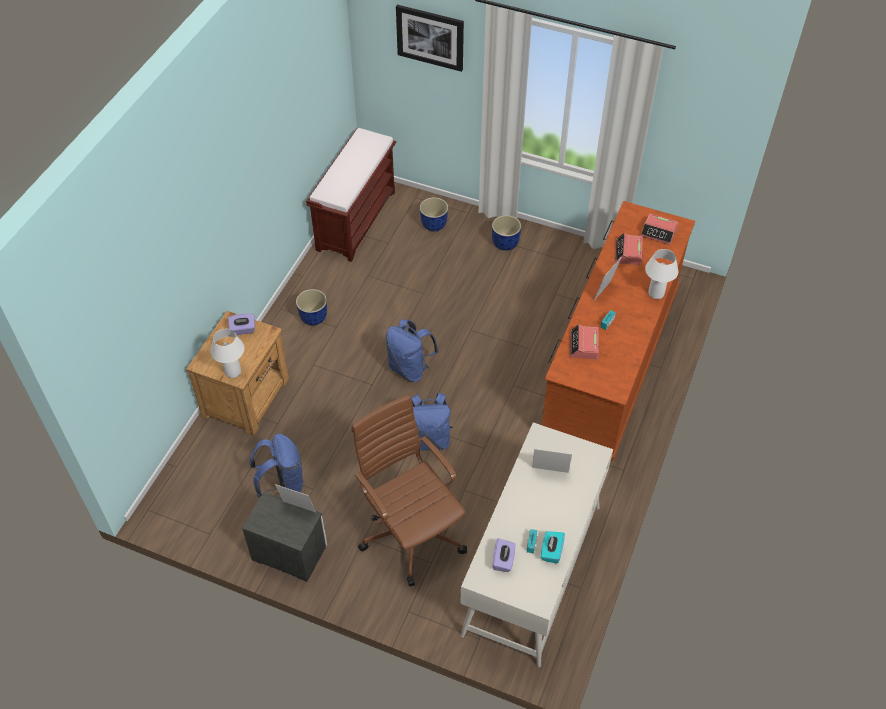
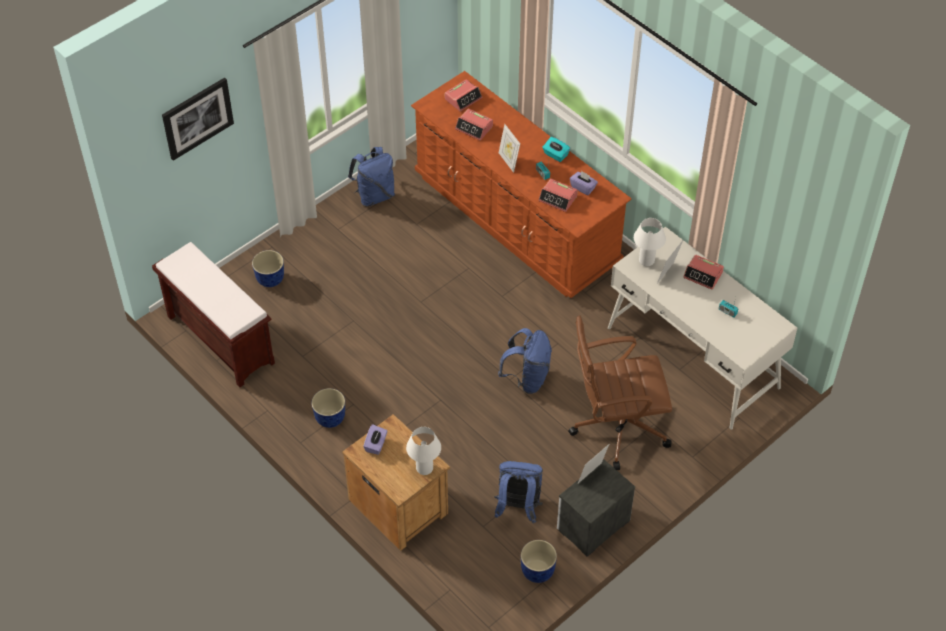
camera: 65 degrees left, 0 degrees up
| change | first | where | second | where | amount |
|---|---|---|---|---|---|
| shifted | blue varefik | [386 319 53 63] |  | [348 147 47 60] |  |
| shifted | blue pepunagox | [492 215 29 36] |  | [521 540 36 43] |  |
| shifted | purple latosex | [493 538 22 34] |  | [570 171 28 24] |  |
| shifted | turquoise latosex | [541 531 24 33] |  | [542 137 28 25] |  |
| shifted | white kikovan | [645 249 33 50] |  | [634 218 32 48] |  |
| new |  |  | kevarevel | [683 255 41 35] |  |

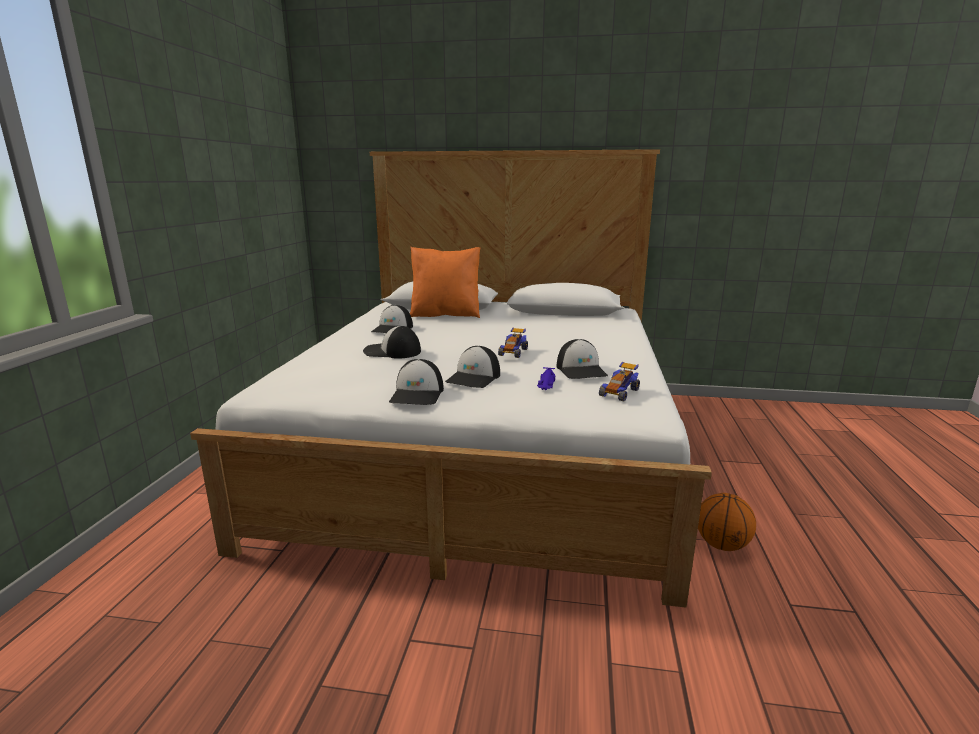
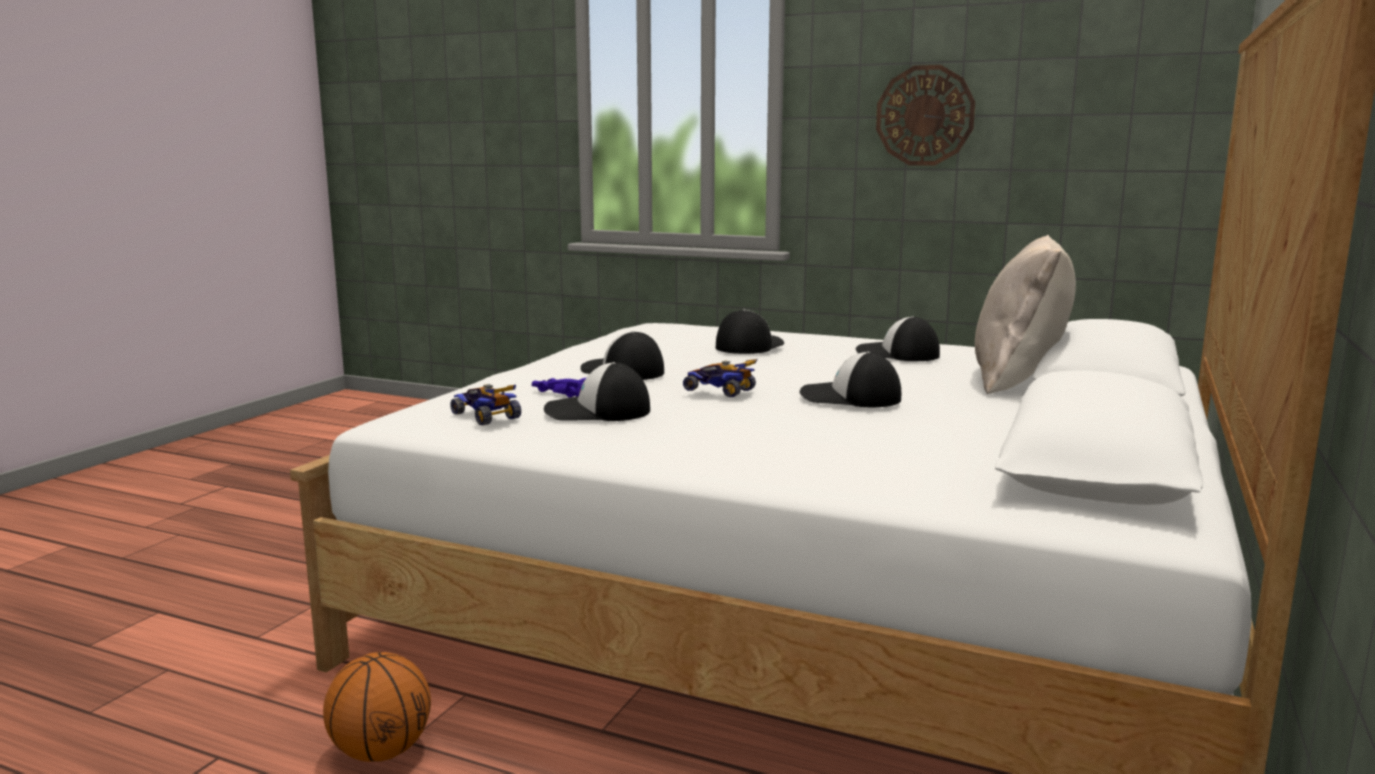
camera: 105 degrees right, 5 degrees down
| change | first | where | second | where | amount |
|---|---|---|---|---|---|
| shifted | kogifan | [389 359 55 46] |  | [800 352 101 55] |  |
| repainted | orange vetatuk | [410 247 70 71] | beige vetatuk | [975 235 101 159] |  |
| new |  |  | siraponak | [876 65 99 101] |  |

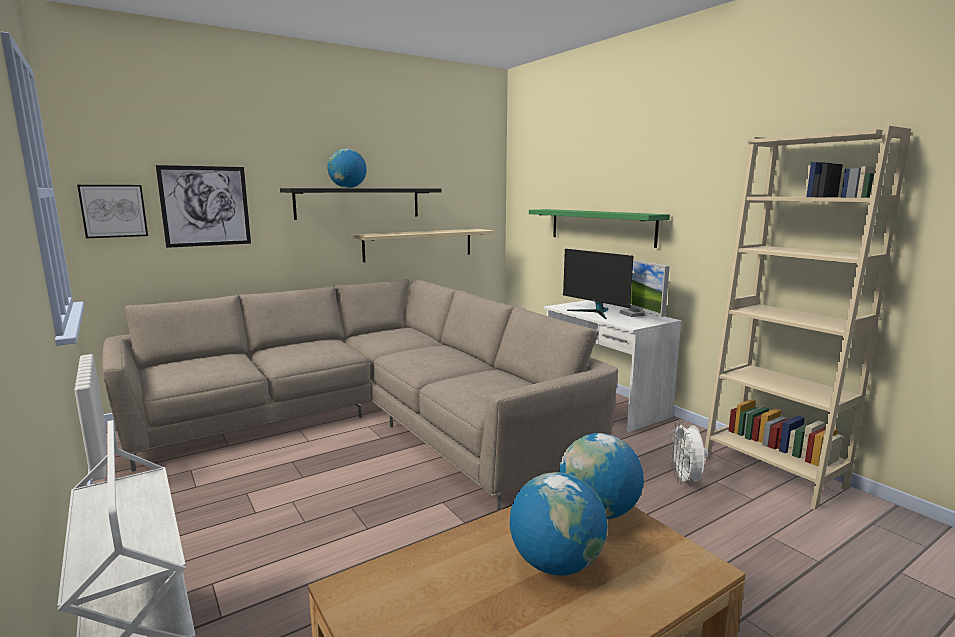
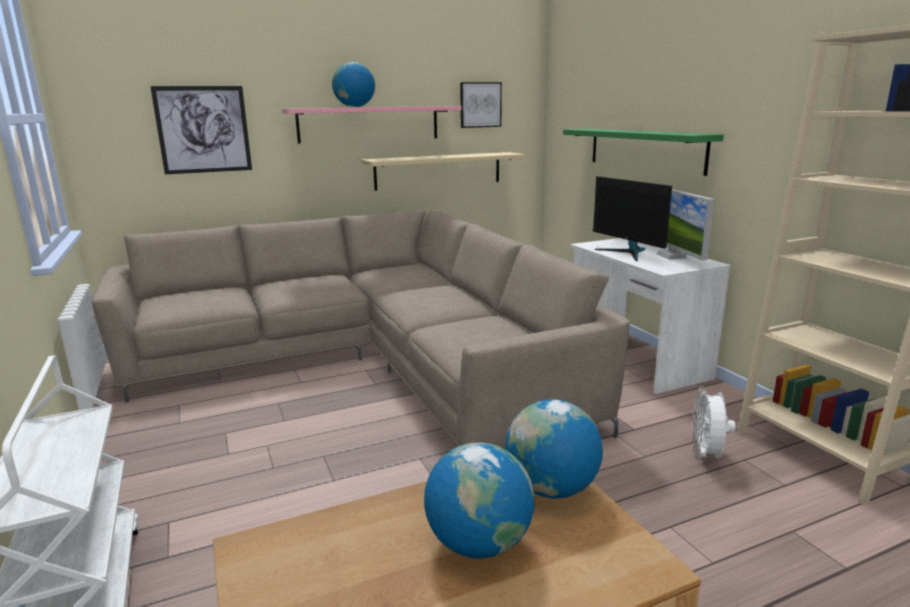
camera: 10 degrees right, 5 degrees up
| change | first | where | second | where | amount |
|---|---|---|---|---|---|
| shifted | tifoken | [77 185 71 53] |  | [460 82 42 46] |  |
| repainted | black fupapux | [280 188 161 32] | pink fupapux | [282 106 180 38] |  |

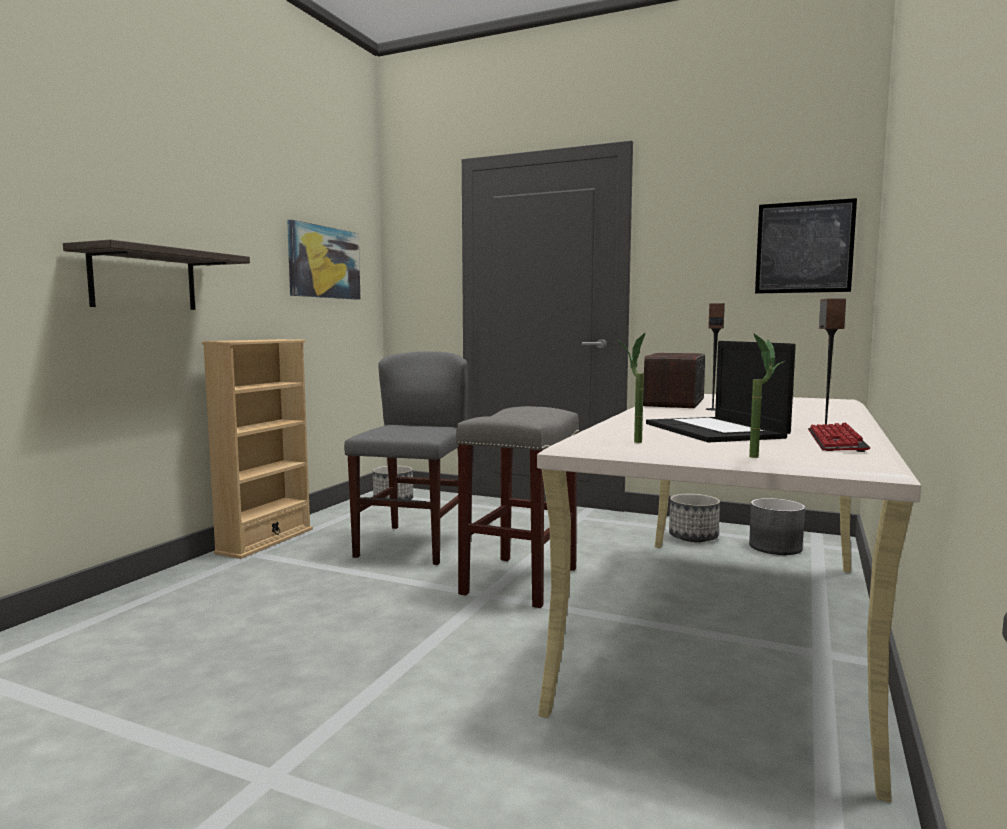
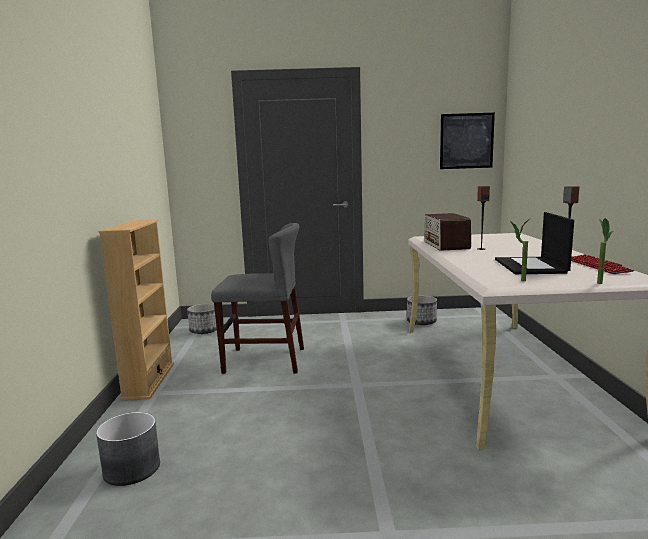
camera: 25 degrees left, 5 degrees up
| change | first | where | second | where | amount |
|---|---|---|---|---|---|
| gone | fupapux | [63 239 187 71] |  |  |  |
| gone | tifoken | [287 220 73 79] |  |  |  |
| rotated | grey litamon | [344 351 124 214] |  | [211 223 93 151] | 105 degrees clockwise |
| gone | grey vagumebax | [456 406 123 202] |  |  |  |
| rotated | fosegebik | [646 341 150 102] |  | [495 212 79 62] | 45 degrees clockwise |
| shifted | grey pepunagox | [749 498 56 57] |  | [96 412 64 74] |  |

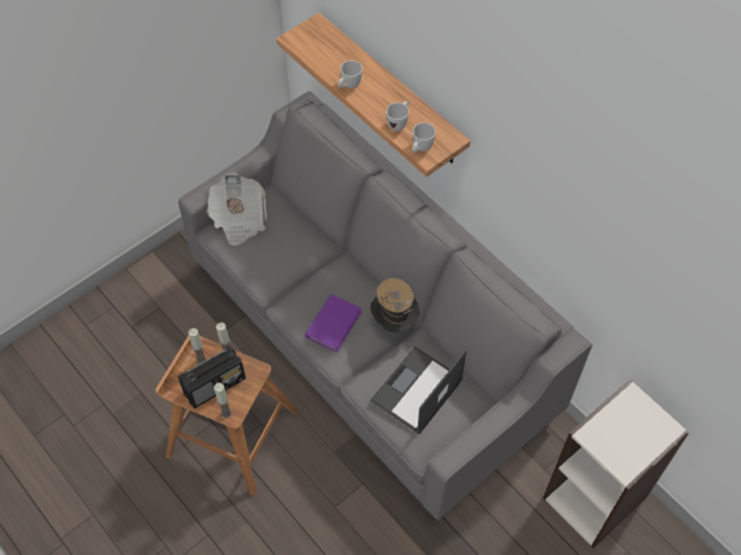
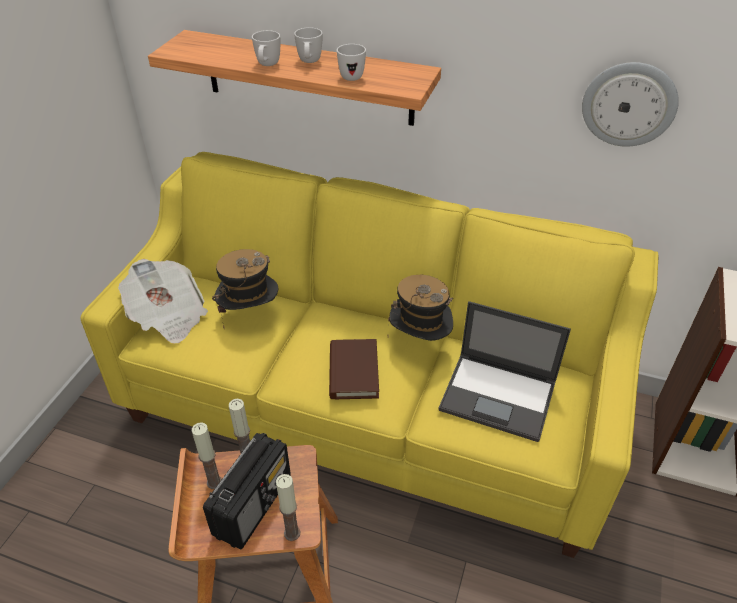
camera: 30 degrees left, 15 degrees down
| change | first | where | second | where | amount |
|---|---|---|---|---|---|
| repainted | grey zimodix | [178 91 415 430] | yellow zimodix | [80 152 578 406] |  |
| repainted | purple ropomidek | [305 294 57 59] | brown ropomidek | [329 339 50 60] |  |
| rotated | fosegebik | [370 347 97 88] |  | [439 301 132 141] | 75 degrees counterclockwise |
| shifted | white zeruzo | [412 123 24 30] |  | [294 27 29 36] |  |
| new |  |  | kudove | [212 249 66 79] |  |
| new |  |  | siraponak | [582 62 97 85] |  |

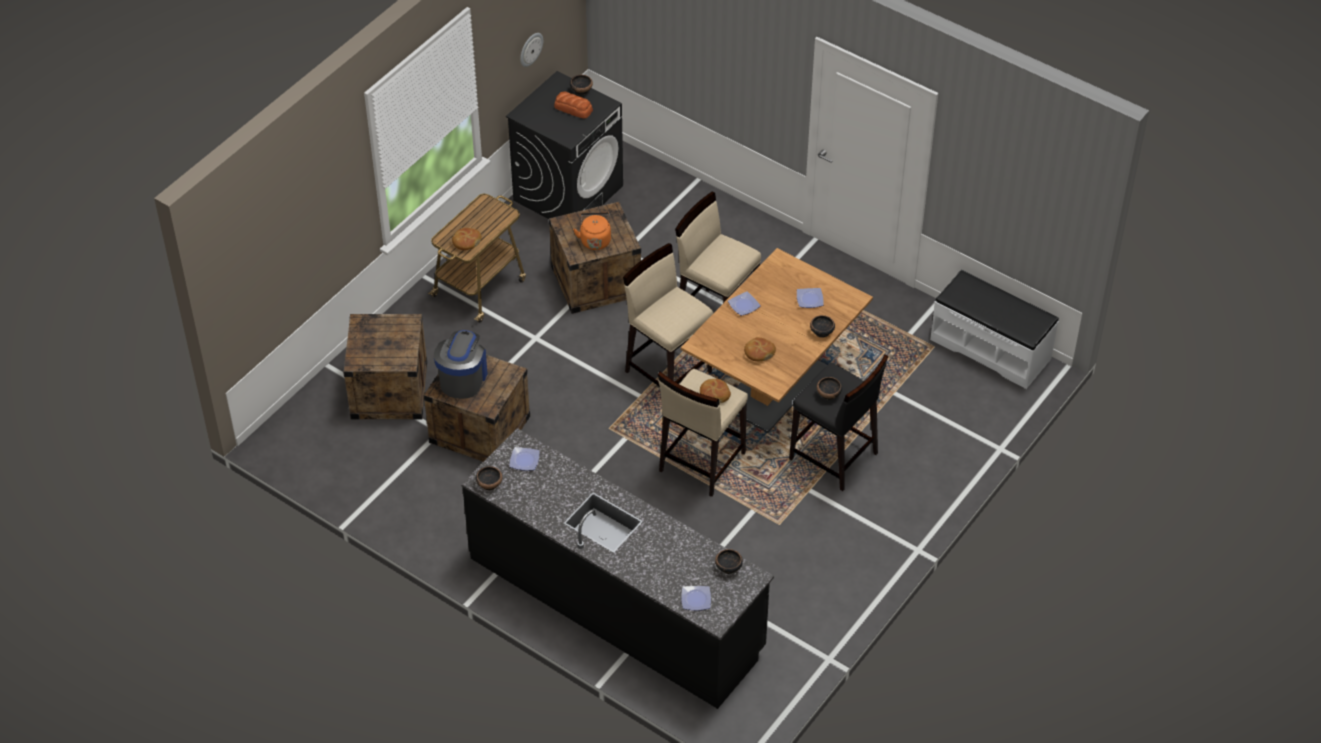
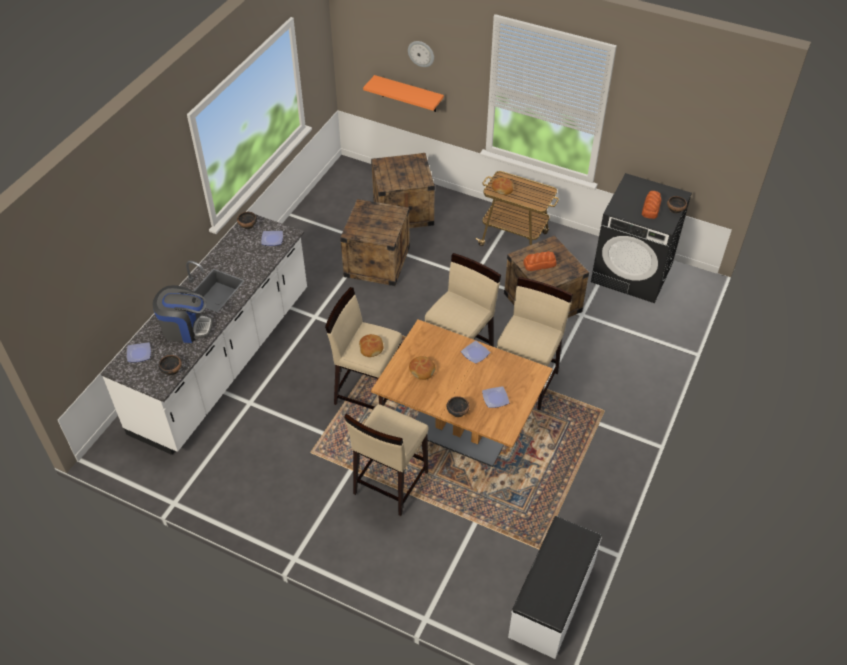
camera: 80 degrees right, 0 degrees up
| change | first | where | second | where | amount |
|---|---|---|---|---|---|
| shifted | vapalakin | [434 330 54 69] |  | [152 285 61 58] |  |
| repainted | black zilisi | [461 428 313 281] | white zilisi | [101 214 206 241] |  |
| shifted | siraponak | [520 33 23 34] |  | [408 41 26 26] |  |
| swapped | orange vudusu | [573 212 38 38] | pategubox | [523 251 34 20] |  |
| repainted | black vagumebax | [789 354 99 137] | beige vagumebax | [344 404 84 112] |  |
| gone | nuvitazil | [817 377 25 23] |  |  |  |
| new |  |  | orange fupapux | [363 75 81 37] |  |

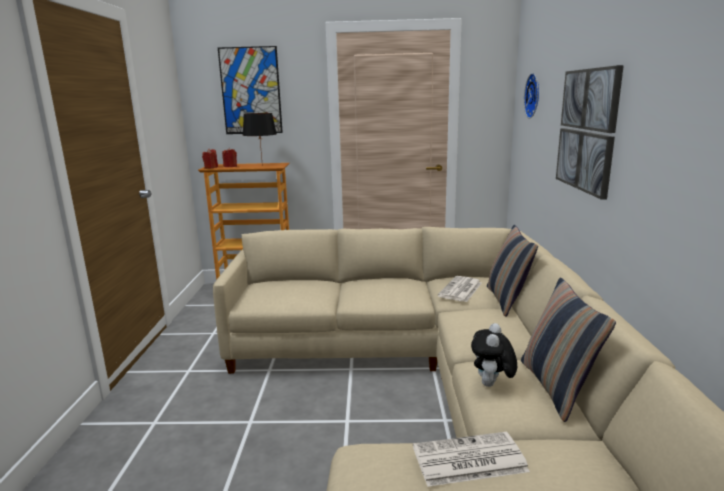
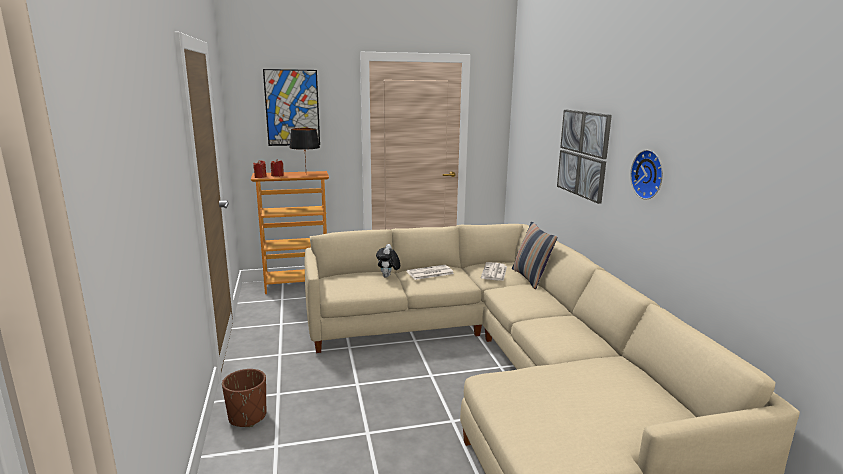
camera: 15 degrees left, 0 degrees up
| change | first | where | second | where | amount |
|---|---|---|---|---|---|
| shifted | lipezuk | [413 432 117 55] |  | [406 265 48 15] |  |
| shifted | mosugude | [471 323 46 64] |  | [376 244 24 34] |  |
| gone | vetatuk | [521 278 95 144] |  |  |  |
| shifted | siraponak | [524 73 15 46] |  | [630 150 33 49] |  |
| new |  |  | brown pepunagox | [222 369 44 58] |  |

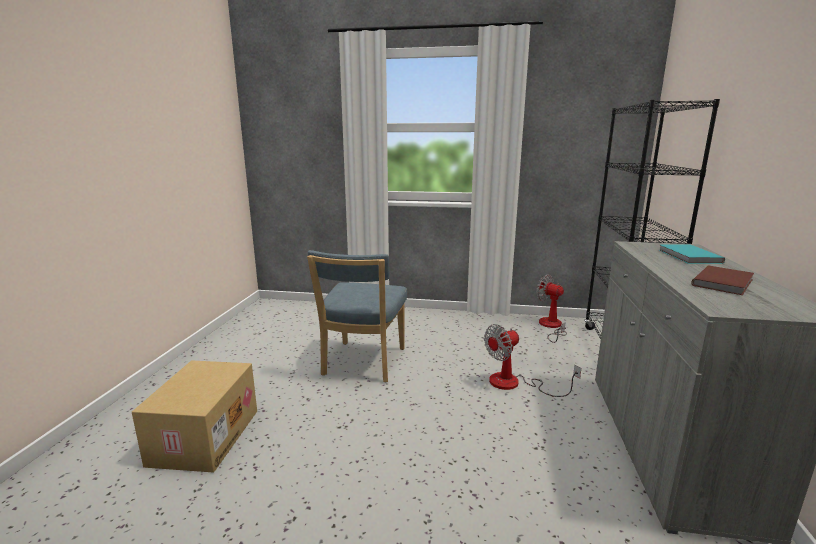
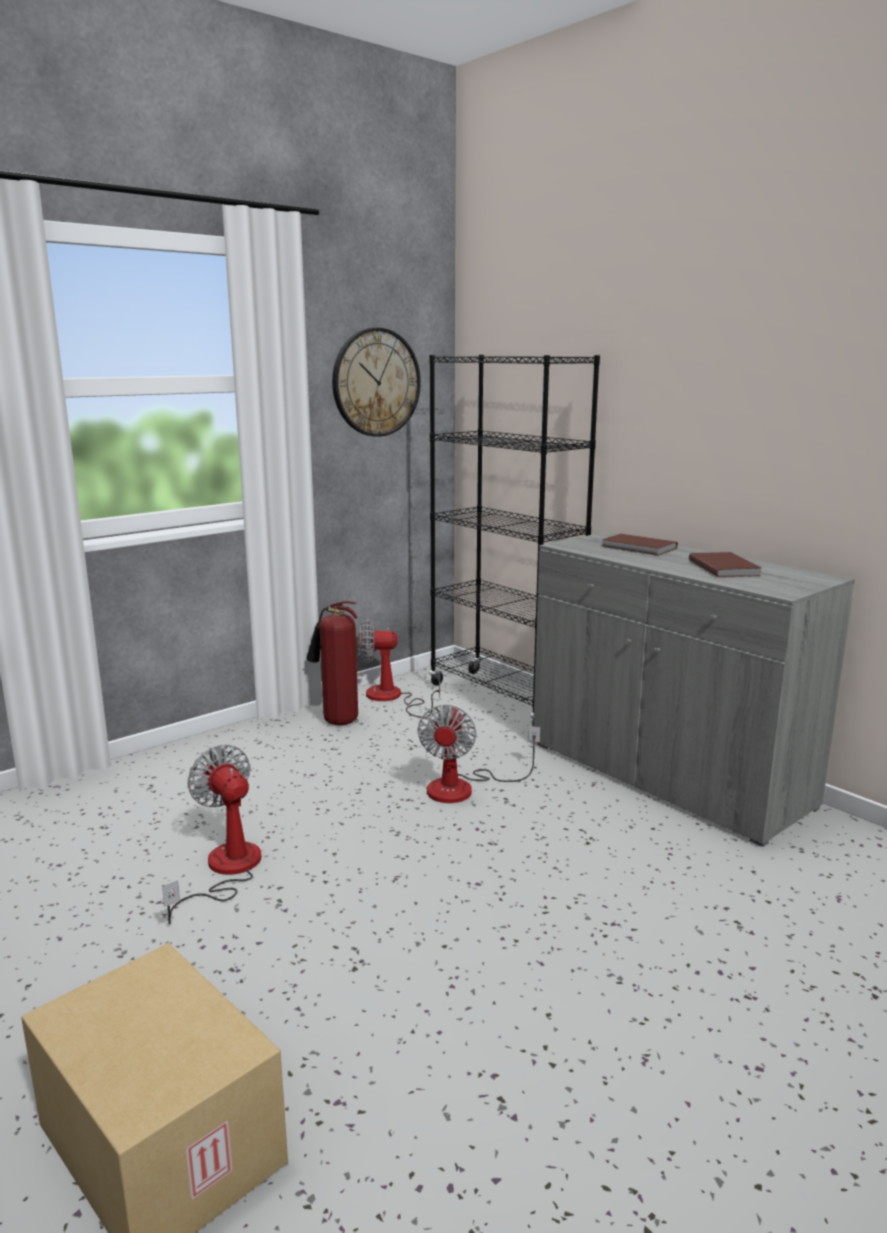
camera: 50 degrees left, 0 degrees up
| change | first | where | second | where | amount |
|---|---|---|---|---|---|
| swapped | blue litamon | [307 250 100 132] | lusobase | [162 745 99 180] |  |
| repainted | turquoise ropomidek | [659 244 66 20] | brown ropomidek | [601 534 77 22] |  |
| new |  |  | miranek | [307 601 51 124] |  |
| new |  |  | siraponak | [332 328 89 109] |  |

